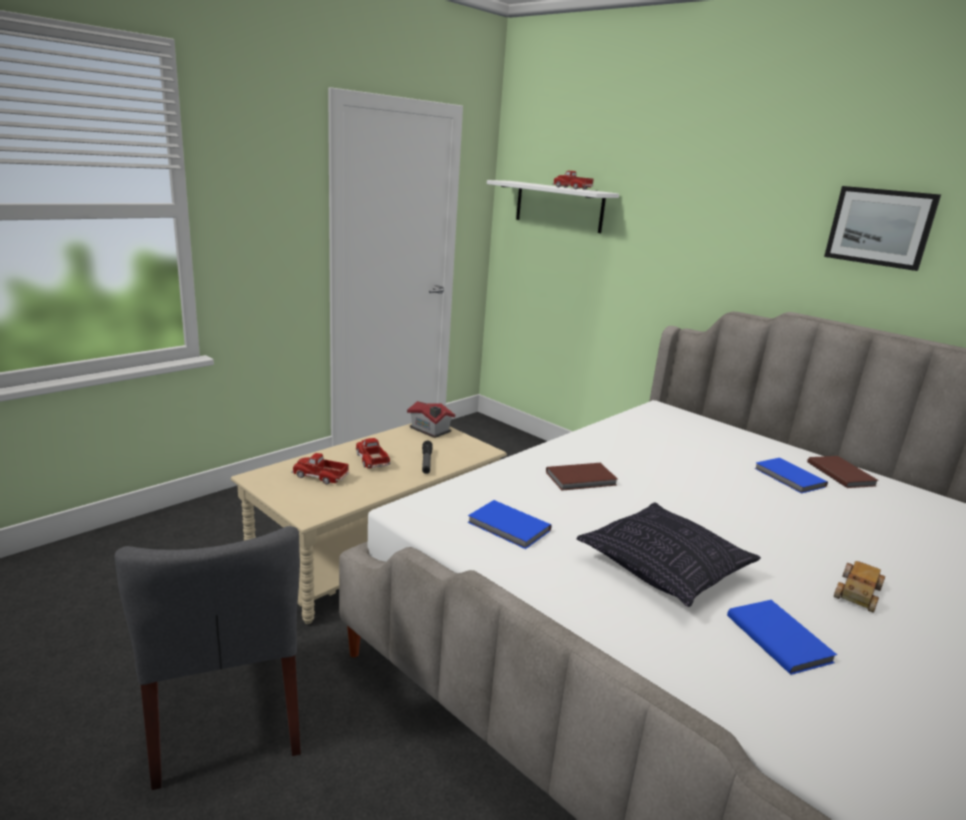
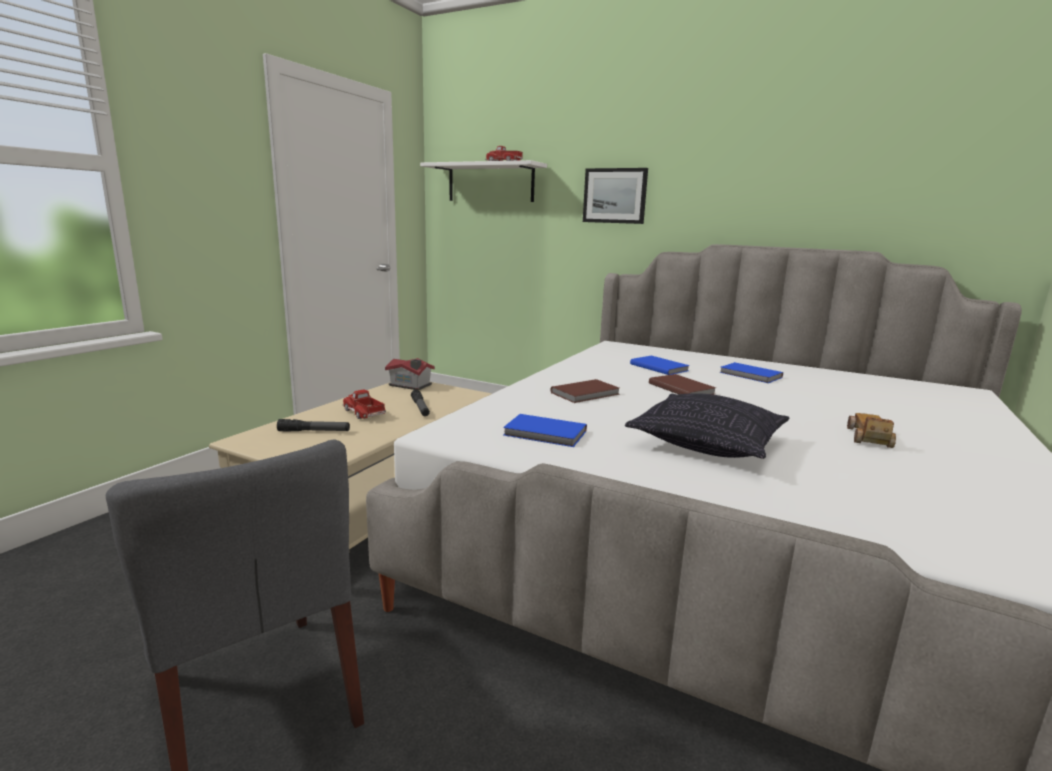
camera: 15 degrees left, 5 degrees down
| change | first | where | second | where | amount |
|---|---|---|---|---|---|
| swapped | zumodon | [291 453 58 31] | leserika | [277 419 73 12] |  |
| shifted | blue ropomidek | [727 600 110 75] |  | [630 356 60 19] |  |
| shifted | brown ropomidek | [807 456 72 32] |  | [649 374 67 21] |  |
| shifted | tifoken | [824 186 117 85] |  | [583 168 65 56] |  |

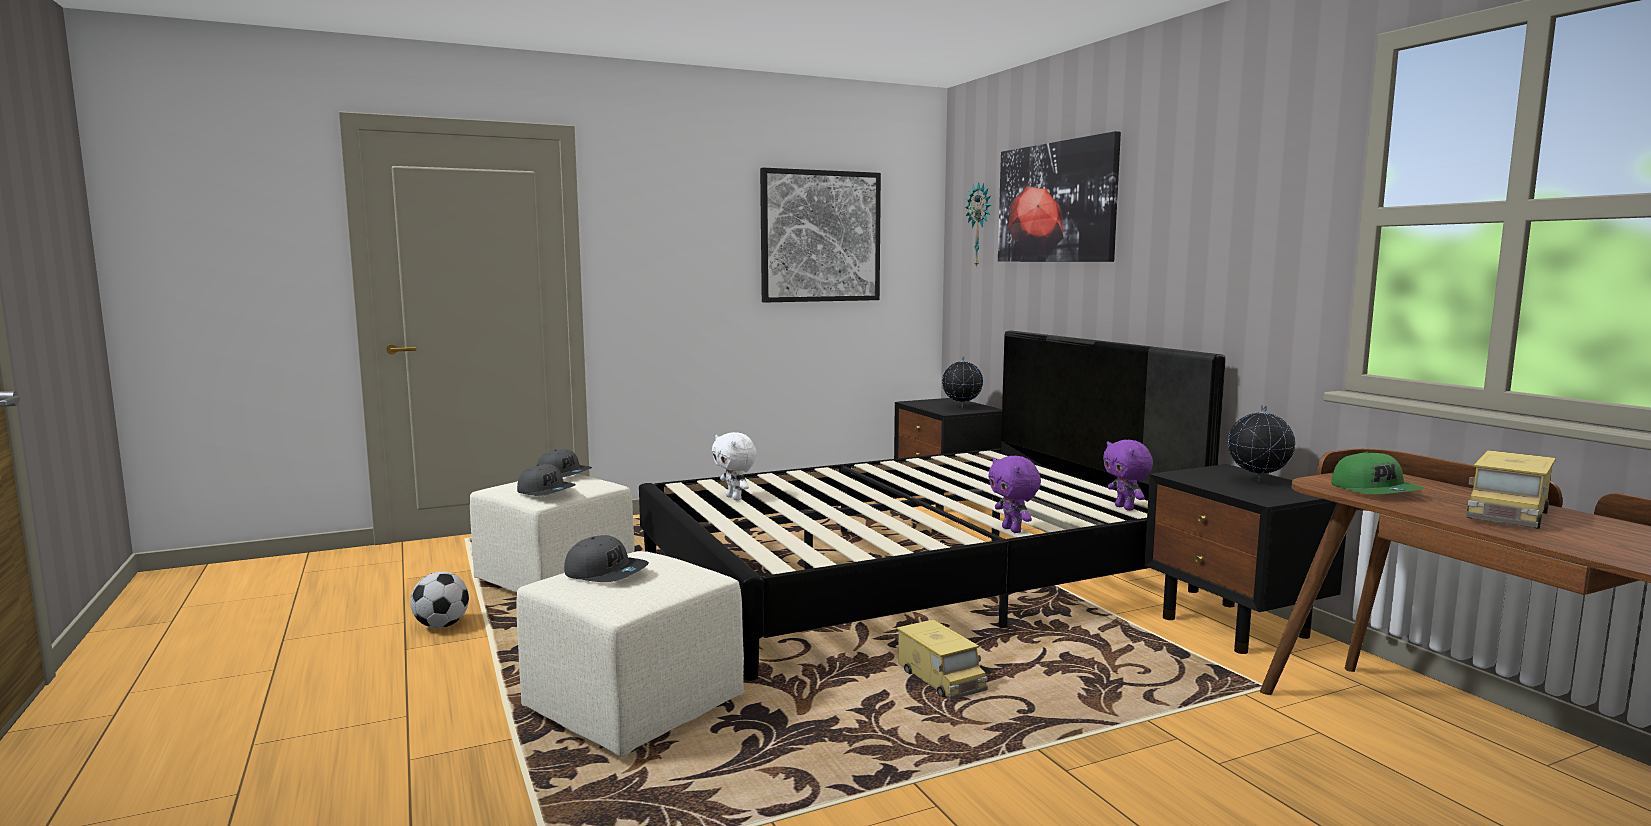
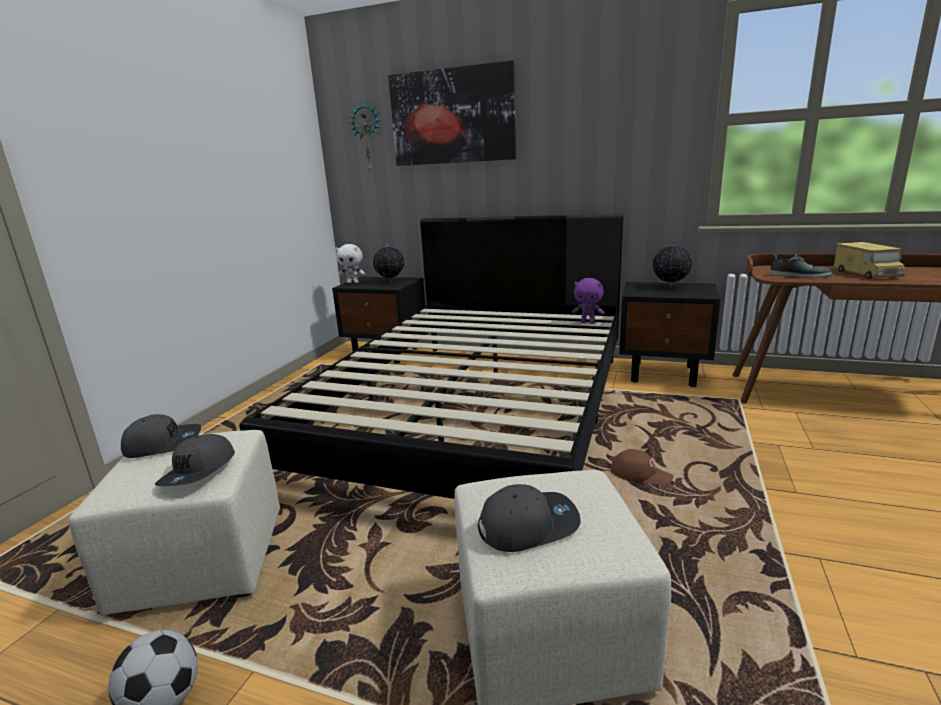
camera: 45 degrees left, 10 degrees up
| change | first | where | second | where | amount |
|---|---|---|---|---|---|
| rotated | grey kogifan | [517 464 59 32] |  | [155 434 80 52] | 105 degrees clockwise |
| shifted | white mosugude | [712 432 45 68] |  | [336 244 29 39] |  |
| gone | tifoken | [760 168 121 135] |  |  |  |
| swapped | zumodon | [896 619 92 81] | brown kogifan | [611 449 62 36] |  |
| gone | purple mosugude | [988 456 53 77] |  |  |  |
| swapped | green kogifan | [1331 452 93 42] | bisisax | [770 254 62 24] |  |

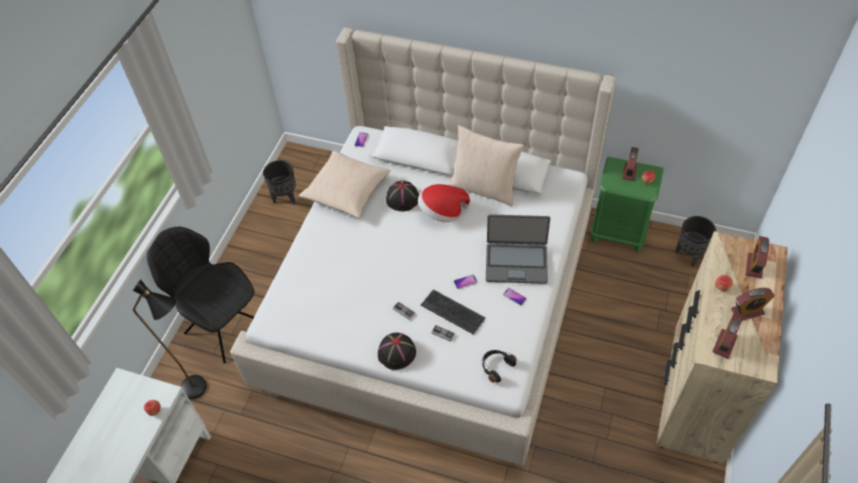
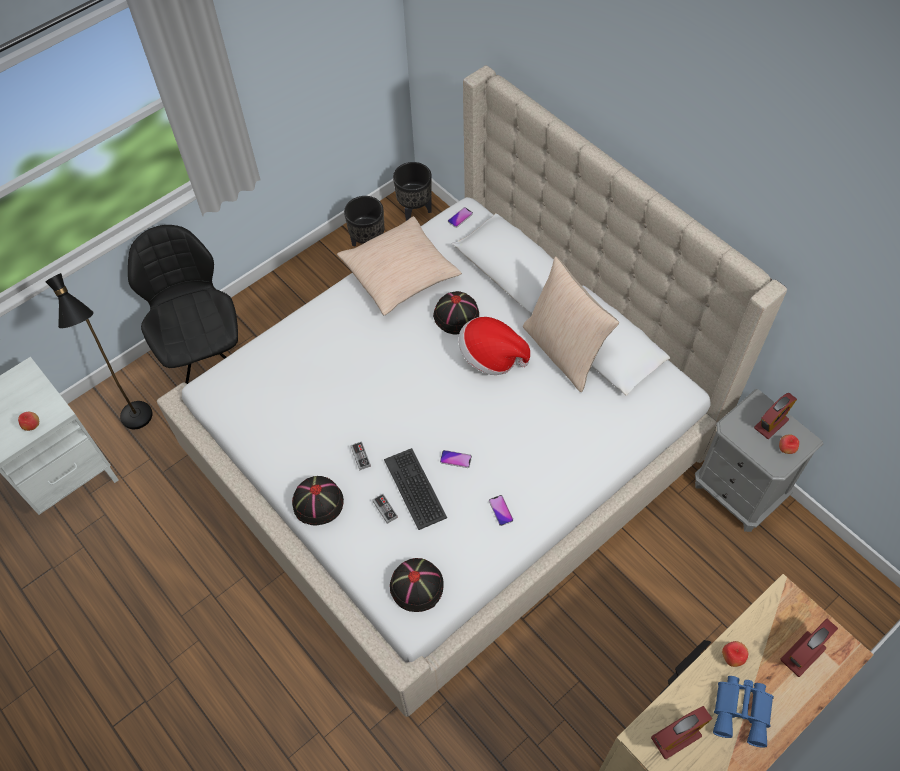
camera: 30 degrees right, 5 degrees up
| change | first | where | second | where | amount |
|---|---|---|---|---|---|
| swapped | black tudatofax | [482 350 35 33] | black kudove | [390 558 54 54] |  |
| gone | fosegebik | [486 214 64 70] |  |  |  |
| repainted | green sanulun | [590 157 74 95] | grey sanulun | [695 389 128 143] |  |
| shifted | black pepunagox | [675 216 41 51] |  | [393 162 39 59] |  |
| swapped | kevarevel | [731 288 44 32] | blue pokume | [713 676 61 72] |  |

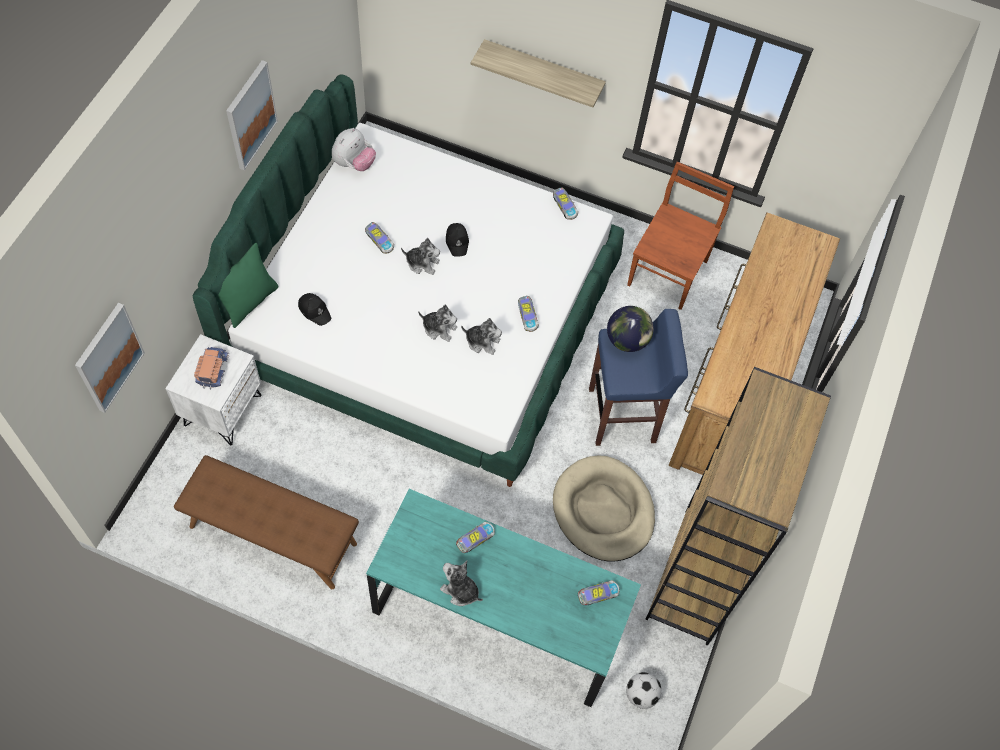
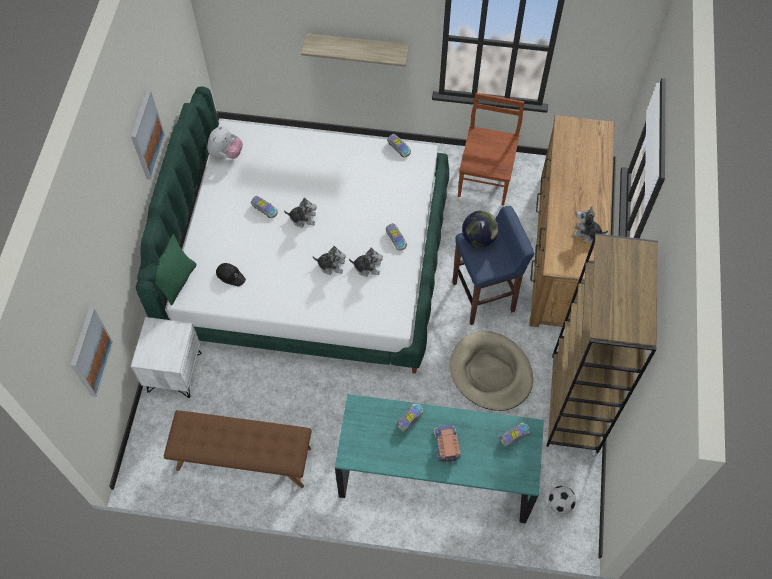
camera: 10 degrees left, 0 degrees up
| change | first | where | second | where | amount |
|---|---|---|---|---|---|
| shifted | zumodon | [194 347 35 43] |  | [434 425 27 38] |  |
| shifted | mosugude | [440 560 43 46] |  | [573 206 35 36] |  |
| gone | black kogifan | [446 223 23 34] |  |  |  |

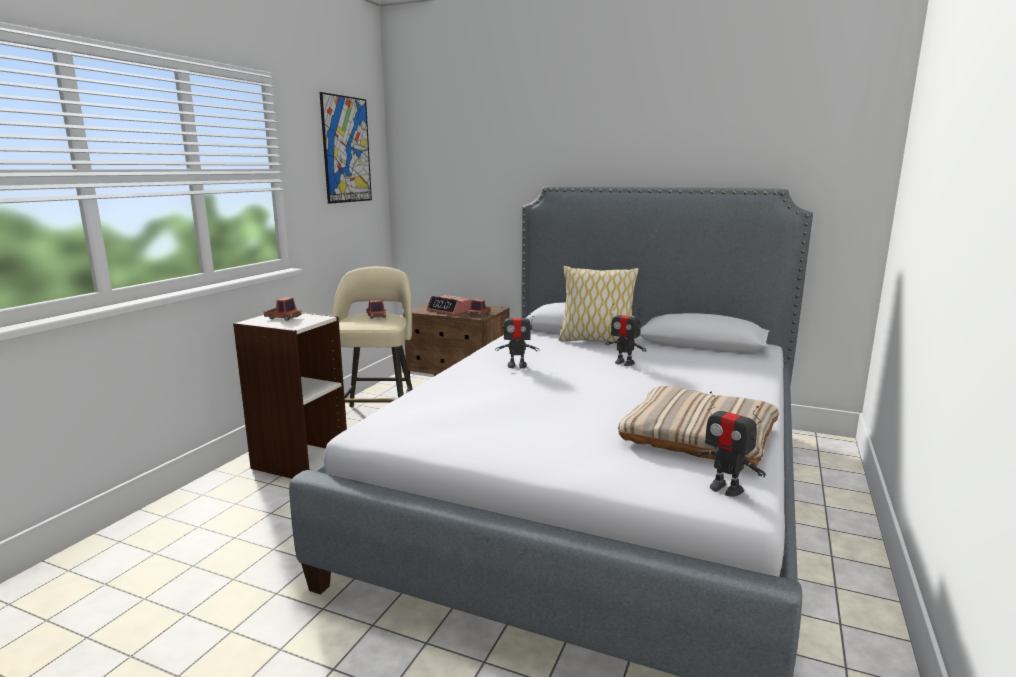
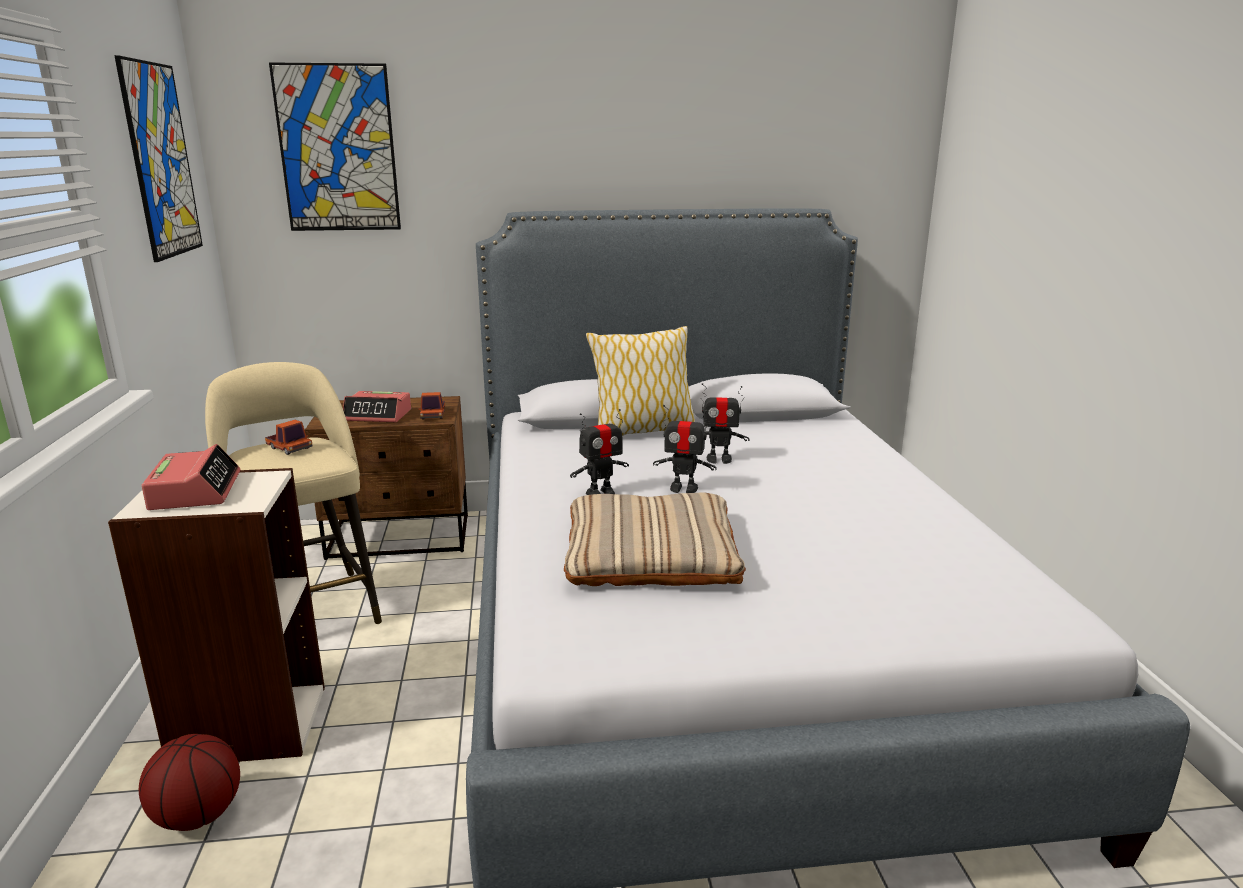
camera: 30 degrees left, 5 degrees up
| change | first | where | second | where | amount |
|---|---|---|---|---|---|
| swapped | zumodon | [264 297 38 24] | kevarevel | [141 444 99 66] |  |
| shifted | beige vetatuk | [618 386 161 81] |  | [564 492 182 94] |  |
| shifted | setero | [695 391 71 106] |  | [653 405 64 88] |  |
| new |  |  | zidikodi | [139 734 101 97] |  |
| new |  |  | tifoken | [269 62 132 169] |  |

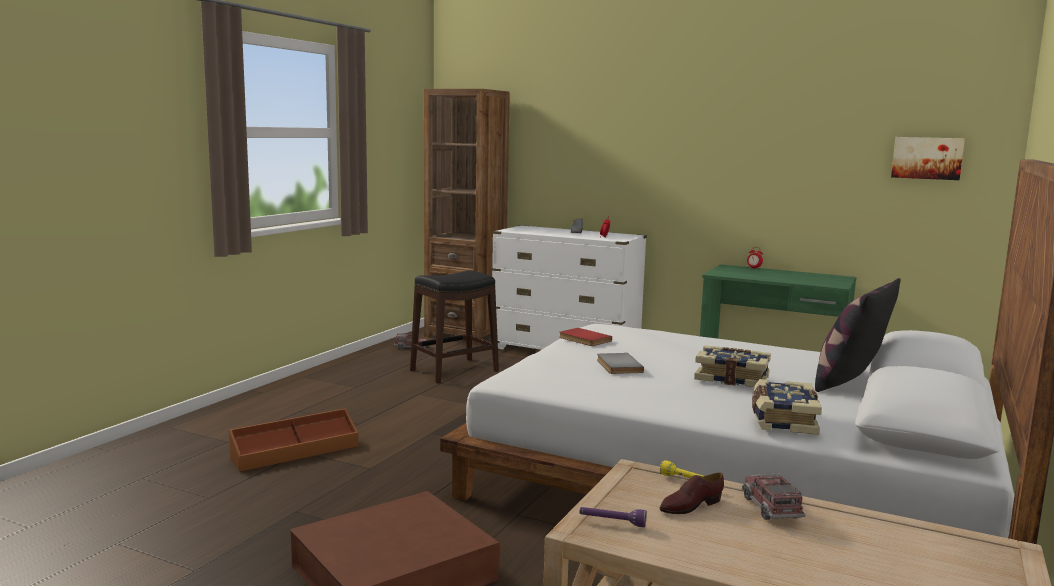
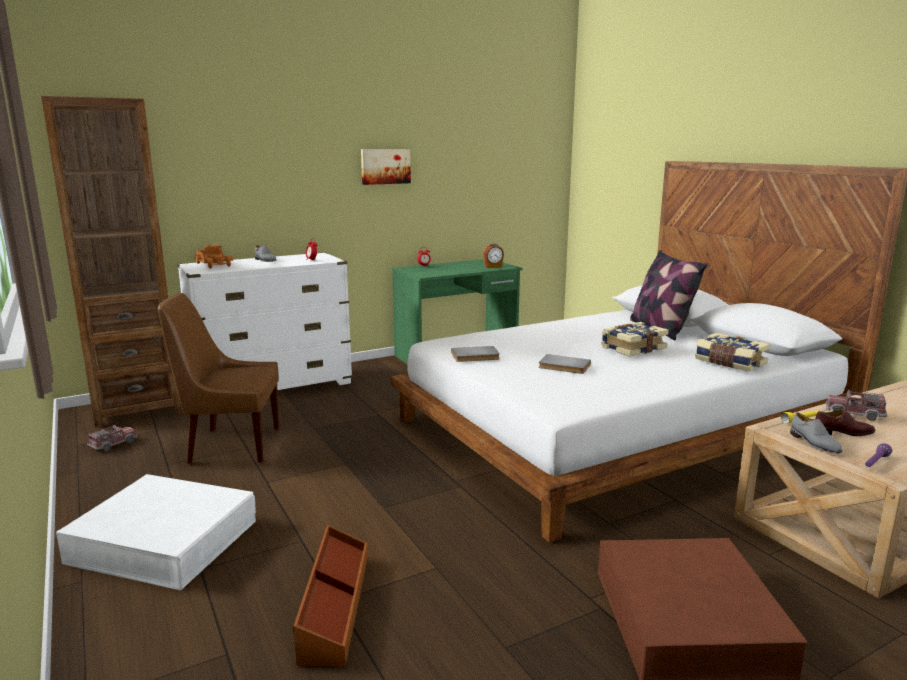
camera: 55 degrees left, 5 degrees up
| change | first | where | second | where | amount |
|---|---|---|---|---|---|
| swapped | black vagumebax | [410 270 89 113] | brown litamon | [158 293 121 171] |  |
| repainted | red ropomidek | [559 328 53 18] | grey ropomidek | [451 346 49 16] |  |
| rotated | brown bisisax | [659 472 65 42] |  | [815 409 60 27] | 90 degrees counterclockwise |
| shifted | tifoken | [891 137 74 43] |  | [361 149 50 36] |  |
| new |  |  | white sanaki | [56 474 200 116] |  |
| new |  |  | zumodon | [195 244 38 25] |  |
| new |  |  | kevarevel | [483 244 21 24] |  |
| new |  |  | grey bisisax | [790 413 53 41] |  |

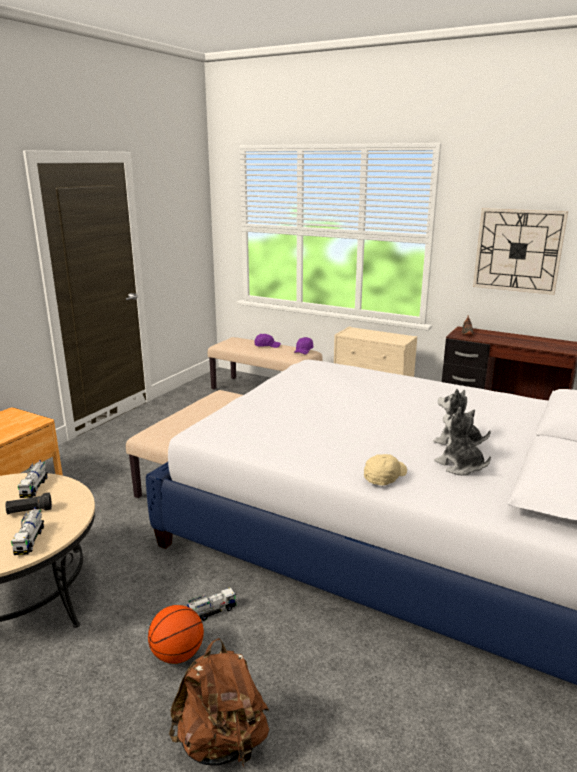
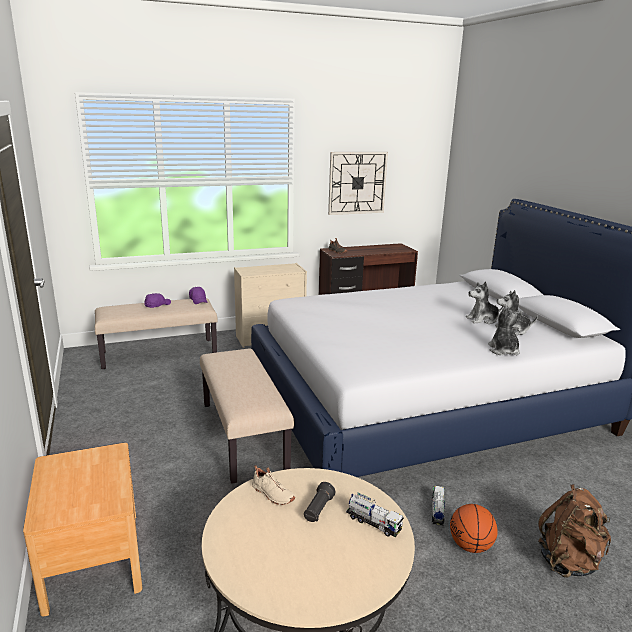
camera: 50 degrees left, 0 degrees up
| change | first | where | second | where | amount |
|---|---|---|---|---|---|
| swapped | zumodon | [18 460 30 38] | beige bisisax | [252 465 43 40] |  |
| swapped | beige kogifan | [364 454 43 32] | mosugude | [488 305 35 50] |  |

